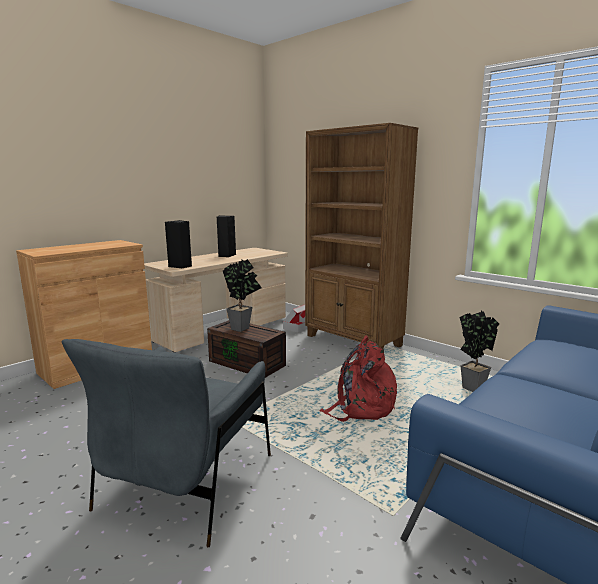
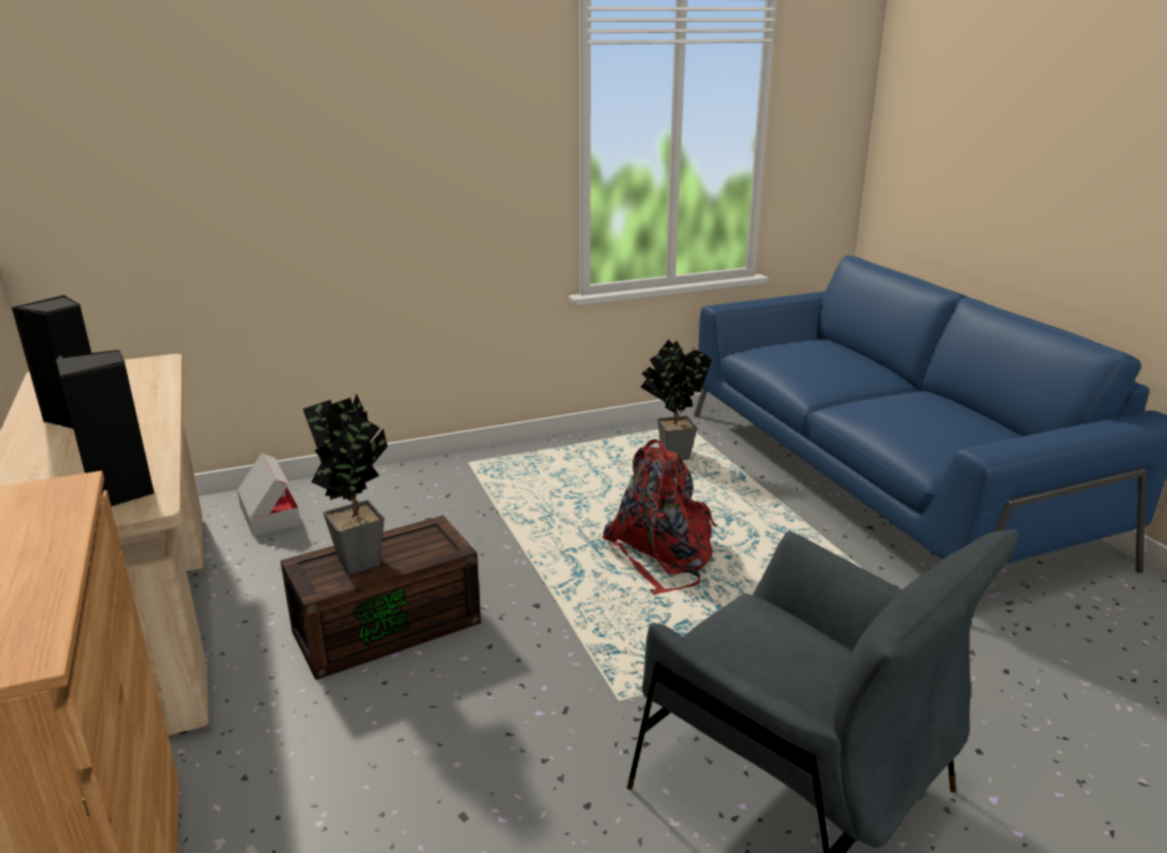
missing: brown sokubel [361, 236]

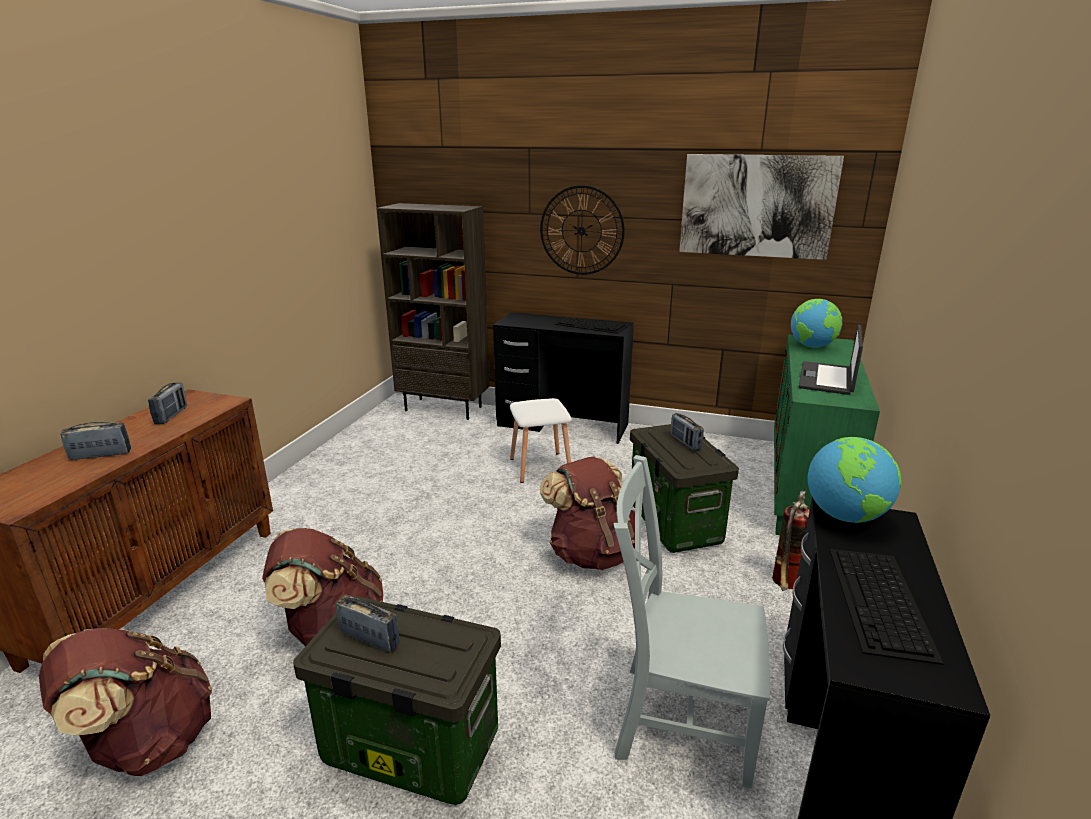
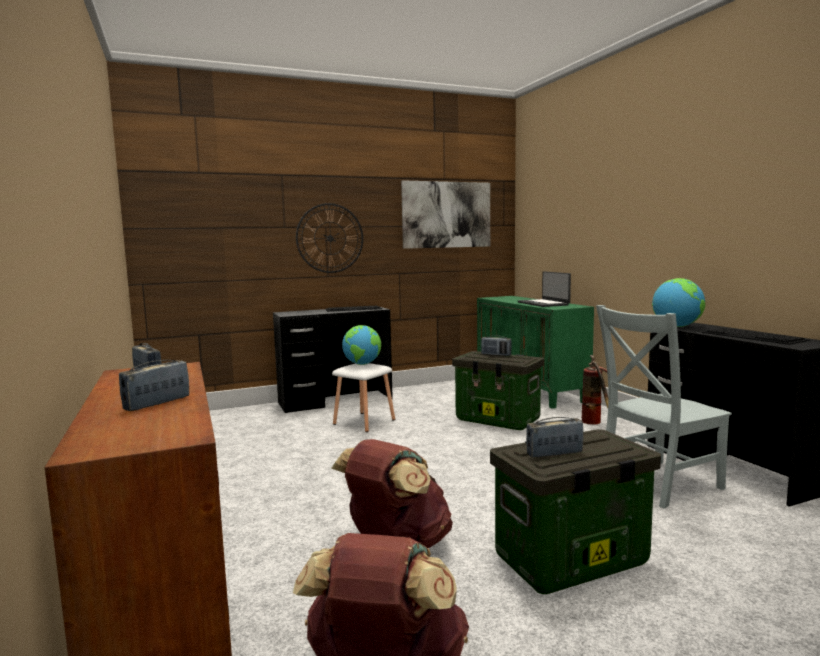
missing: brown sokubel [433, 311]; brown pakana [587, 513]
relocated: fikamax [816, 323] to [361, 345]

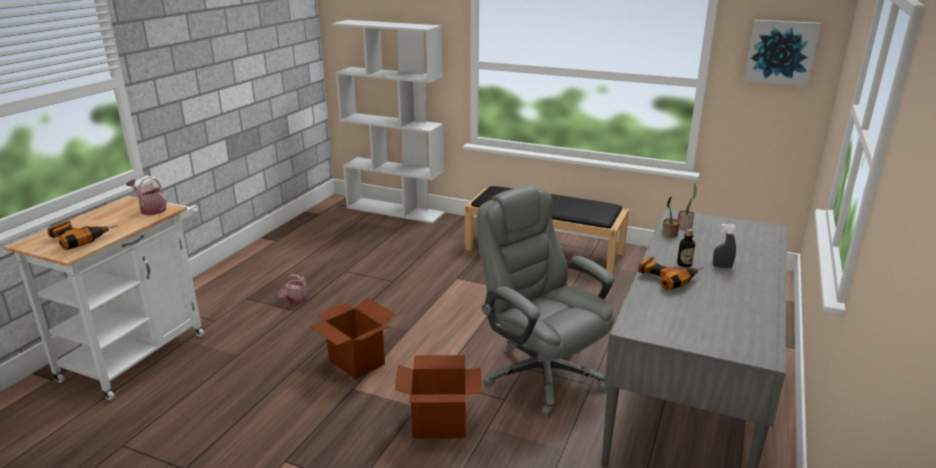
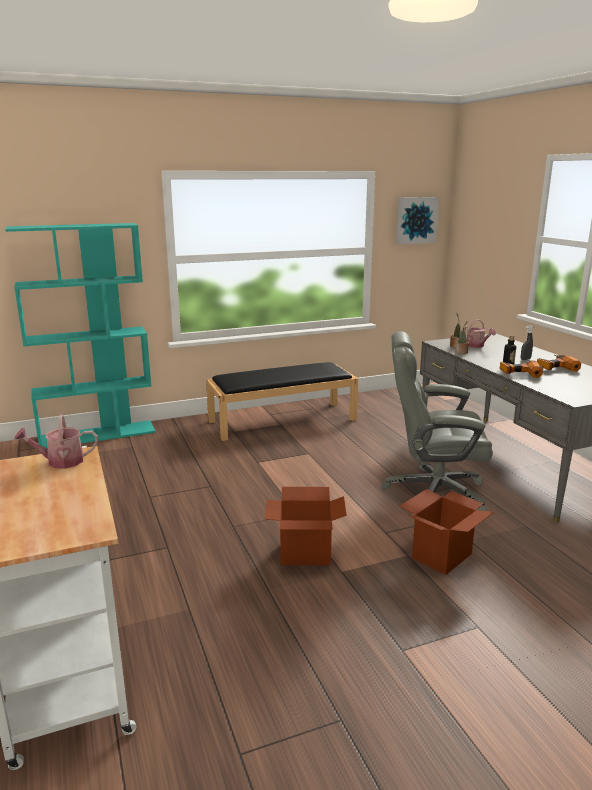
relocated: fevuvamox [82, 235] to [559, 363]; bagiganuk [292, 289] to [480, 334]
colour: white sokubel [388, 121] to turquoise sokubel [80, 335]

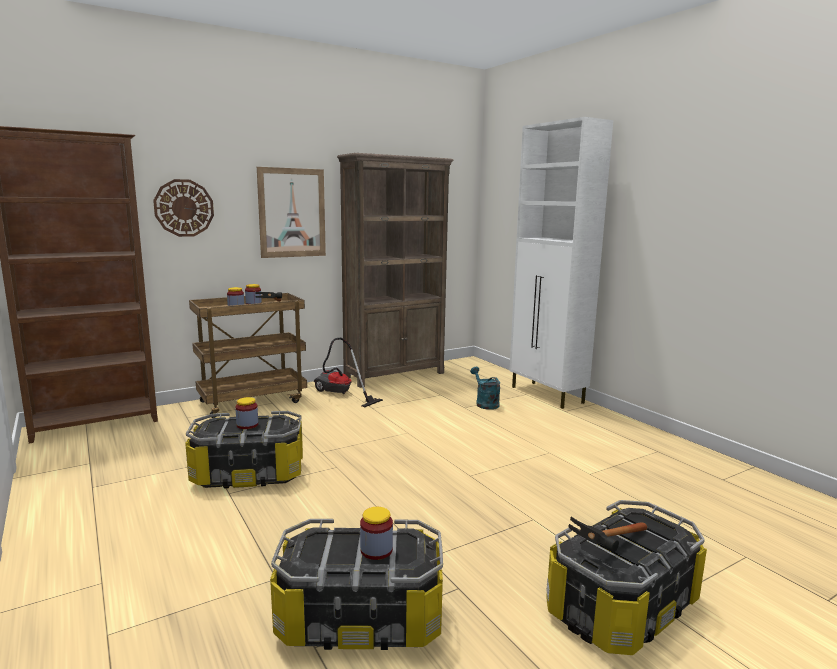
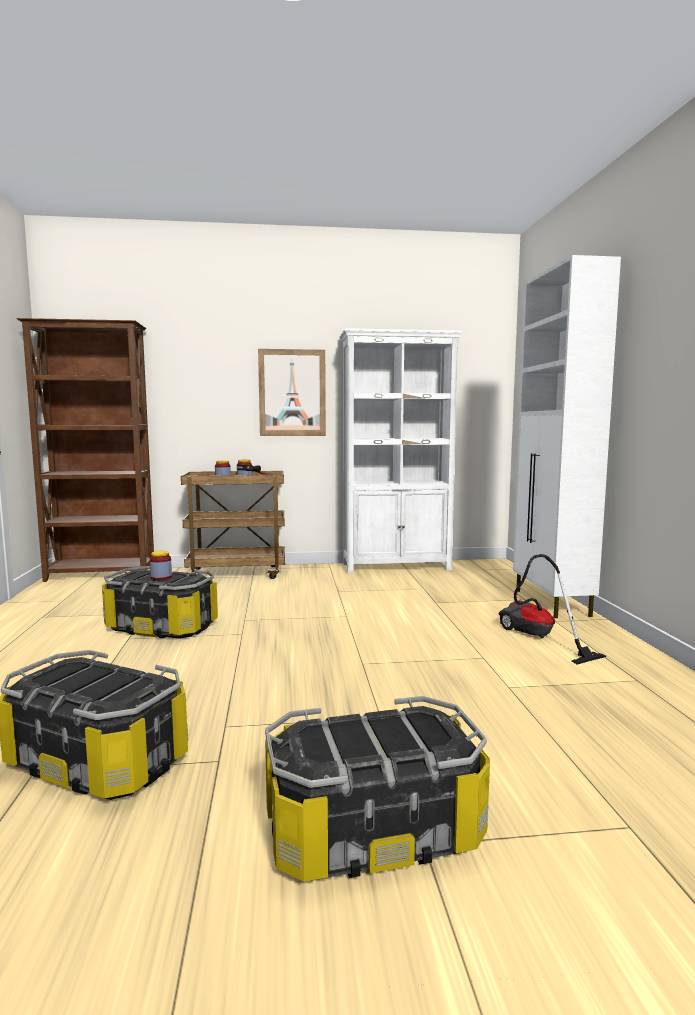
missing: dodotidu [183, 208]; turquoise bagiganuk [485, 388]; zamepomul [376, 533]; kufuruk [607, 534]
relocated: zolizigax [348, 372] to [552, 609]
colour: brown sokubel [395, 270] to white sokubel [401, 451]

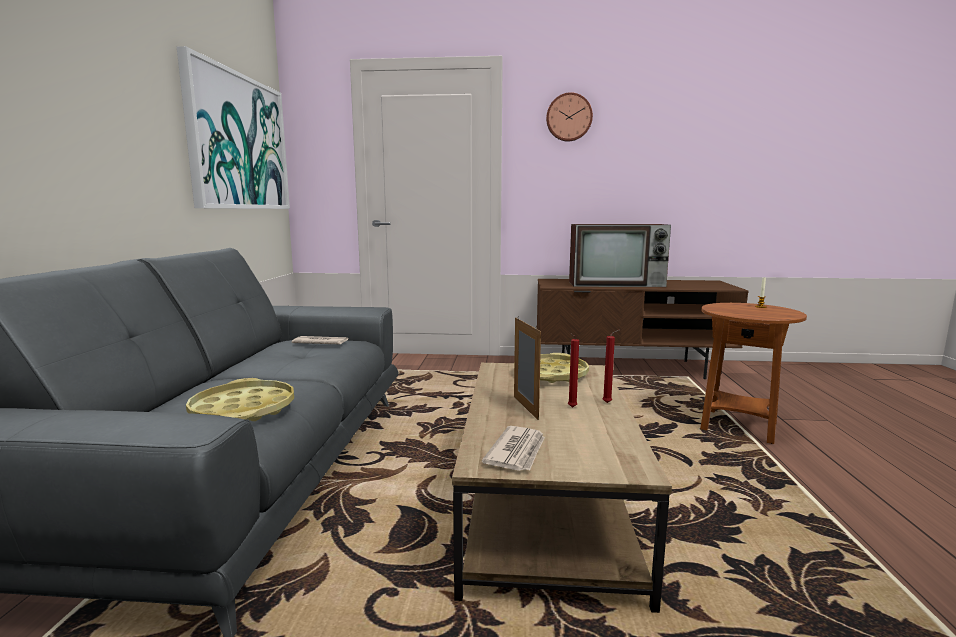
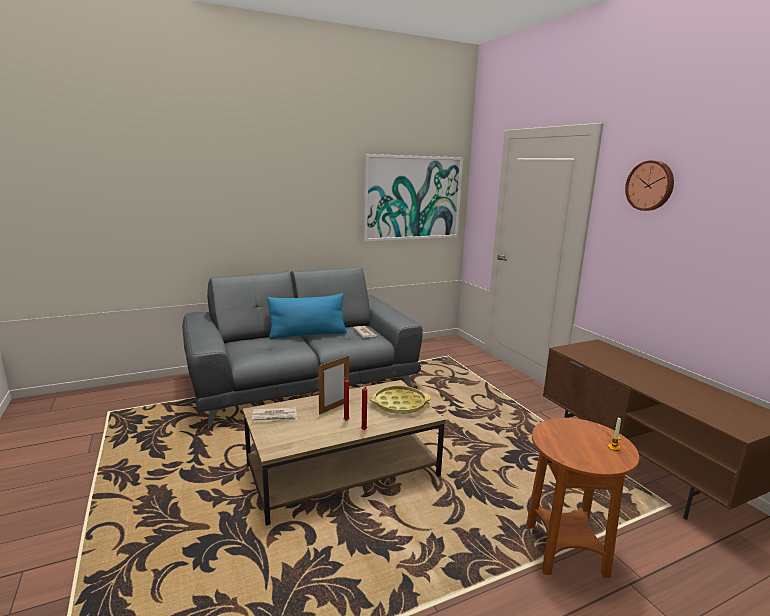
missing: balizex [620, 255]; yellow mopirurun [240, 399]
appeared: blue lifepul [307, 316]

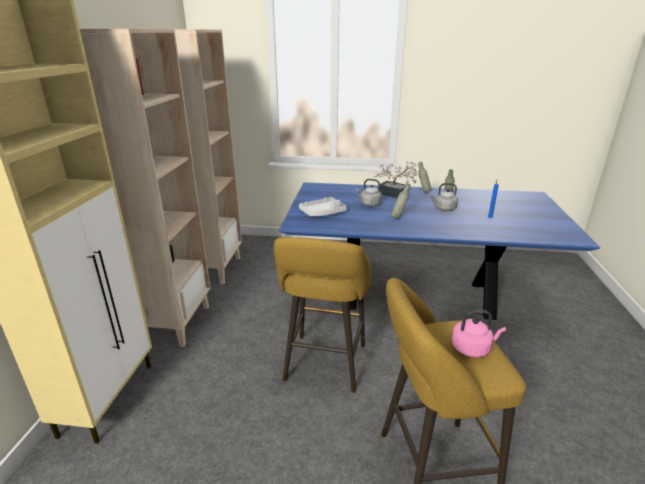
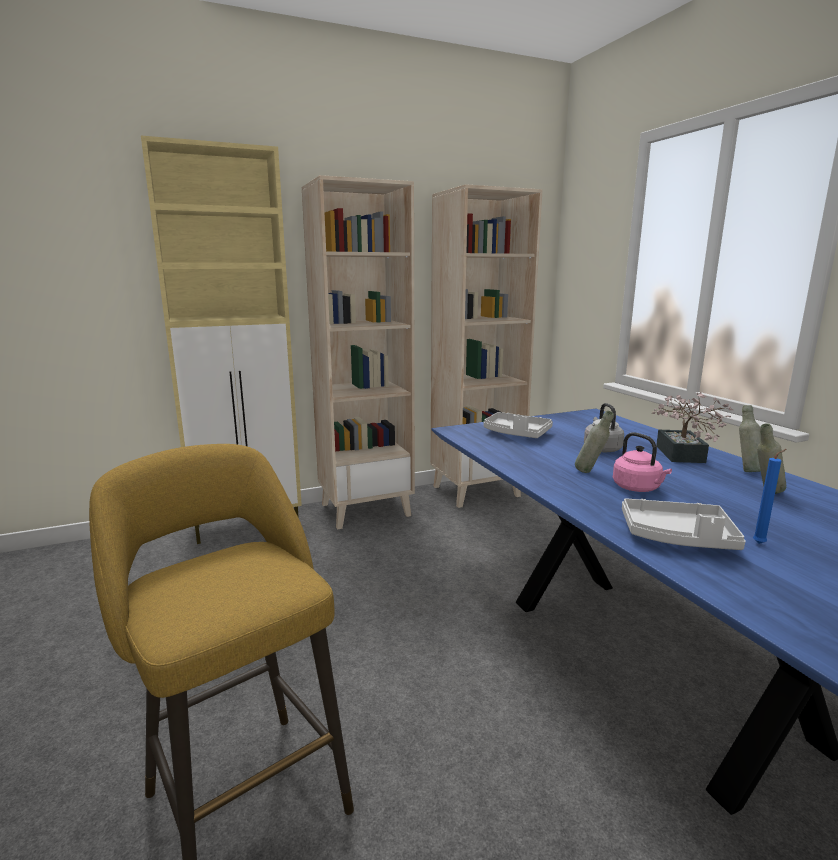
missing: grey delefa [443, 197]; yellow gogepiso [322, 315]
appeared: grey mopirurun [684, 524]
relocated: pink delefa [479, 333] to [642, 462]

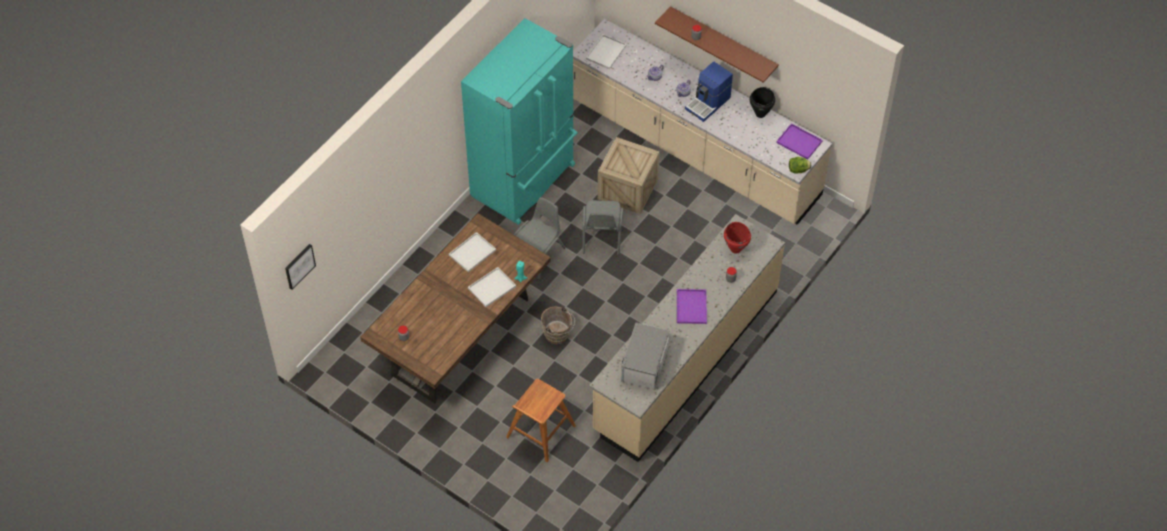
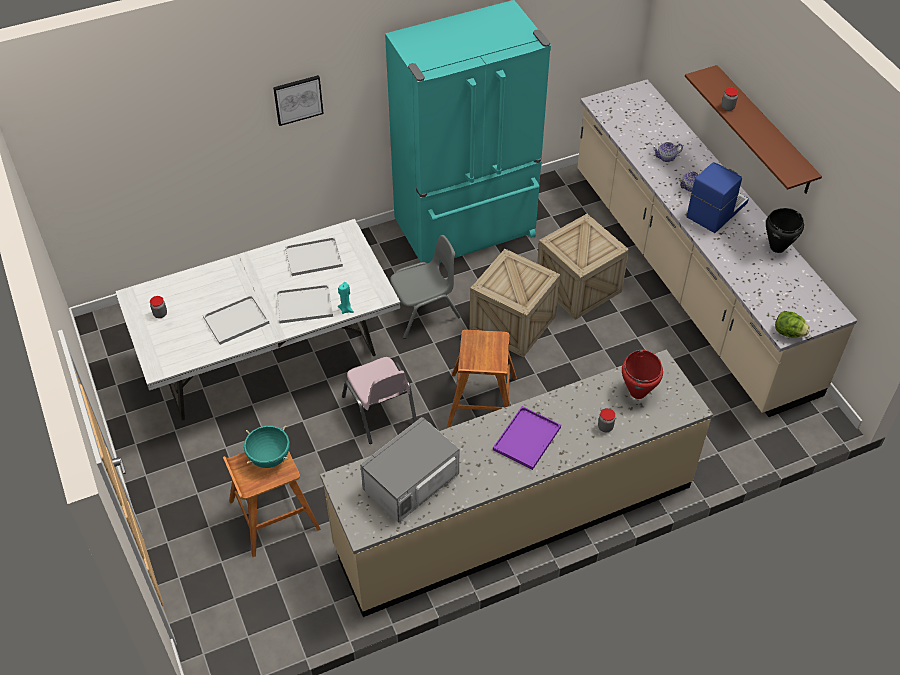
missing: purple mopirurun [799, 141]
appeared: brown gogepiso [482, 378]; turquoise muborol [267, 447]
relocated: white mopirurun [606, 51] to [236, 320]; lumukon [300, 267] to [298, 100]
exchanged: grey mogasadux [603, 227] to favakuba [515, 303]; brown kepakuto [558, 325] to pink mogasadux [379, 400]
colour: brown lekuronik [455, 308] to white lekuronik [258, 319]
spun: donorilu [709, 92] = [717, 197] 150 degrees clockwise

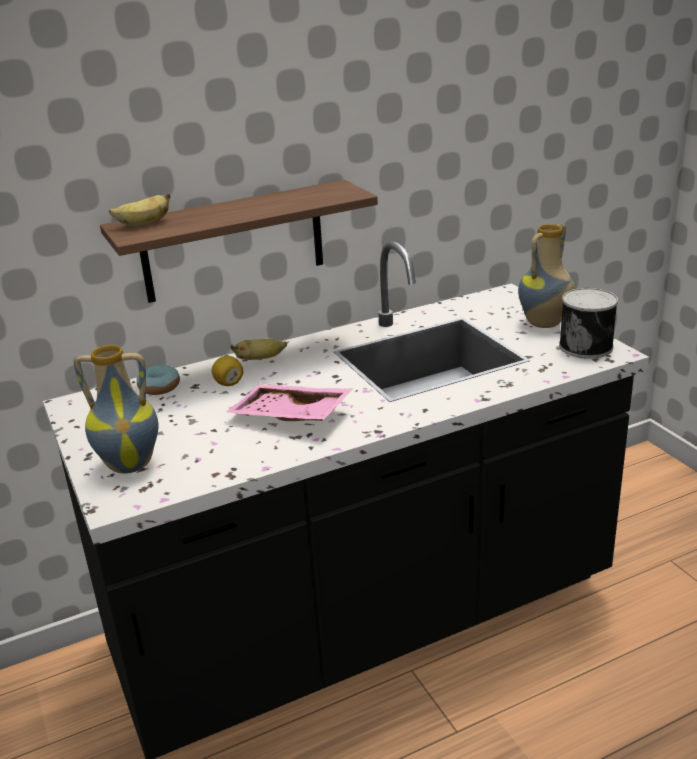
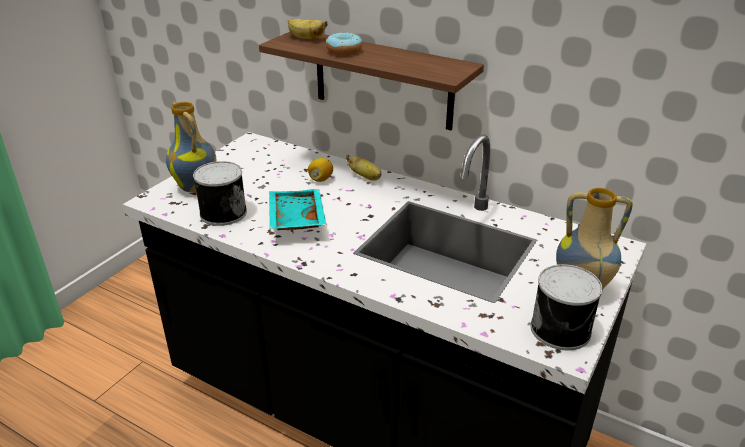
appeared: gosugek [220, 193]
relocated: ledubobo [158, 379] to [344, 43]
colour: pink mopirurun [289, 402] to turquoise mopirurun [297, 209]

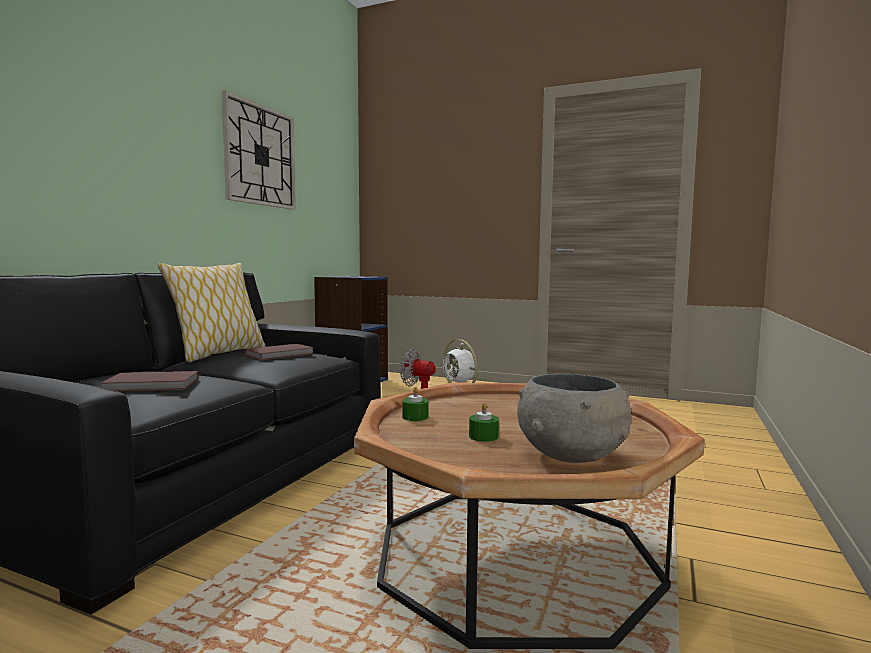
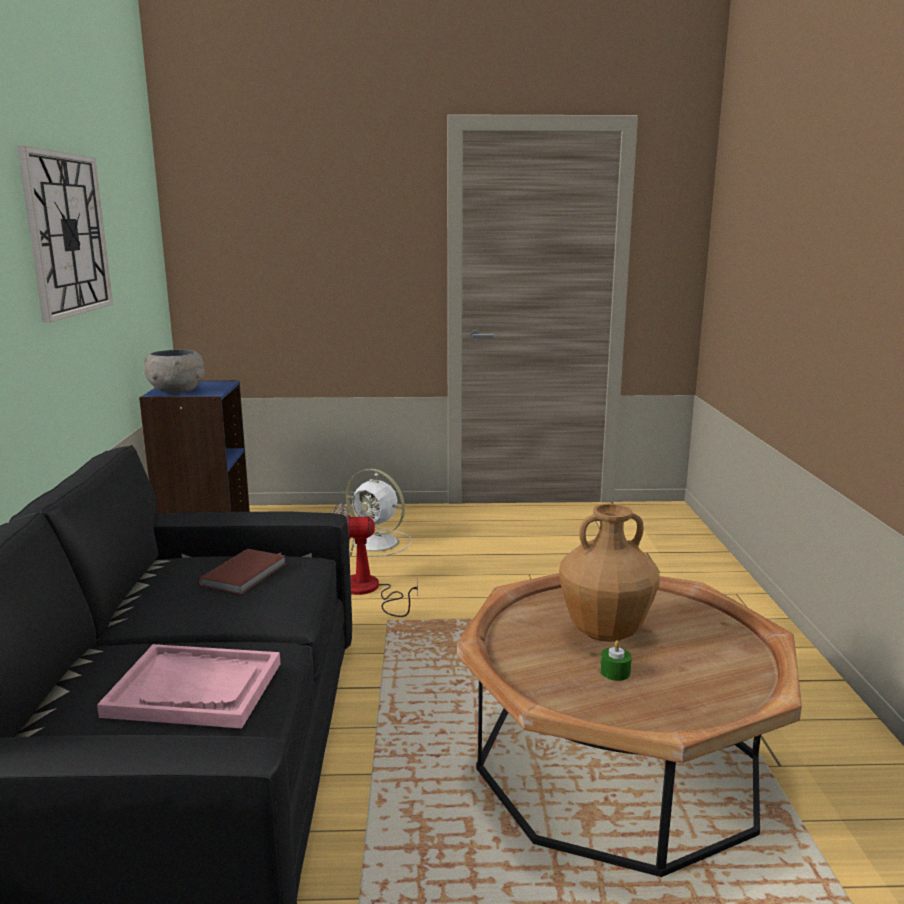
missing: lifepul [212, 312]; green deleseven [415, 403]
appeared: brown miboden [609, 573]
relocated: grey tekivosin [574, 418] to [174, 372]
exchanged: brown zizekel [150, 381] to pink mopirurun [189, 686]

